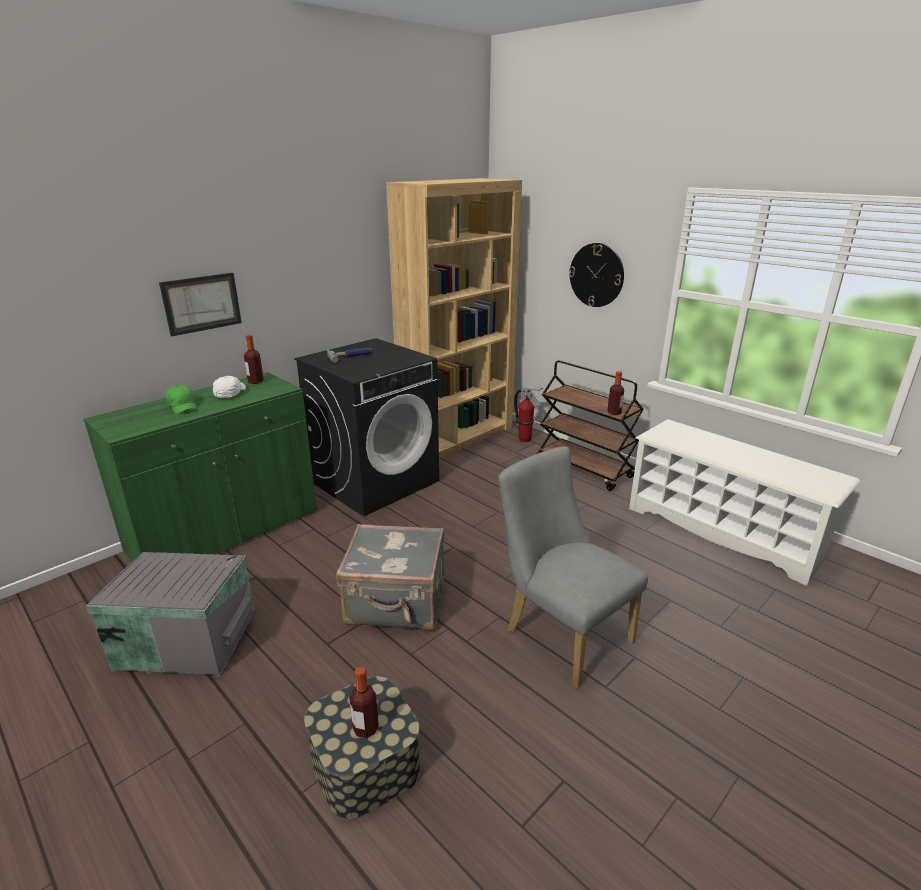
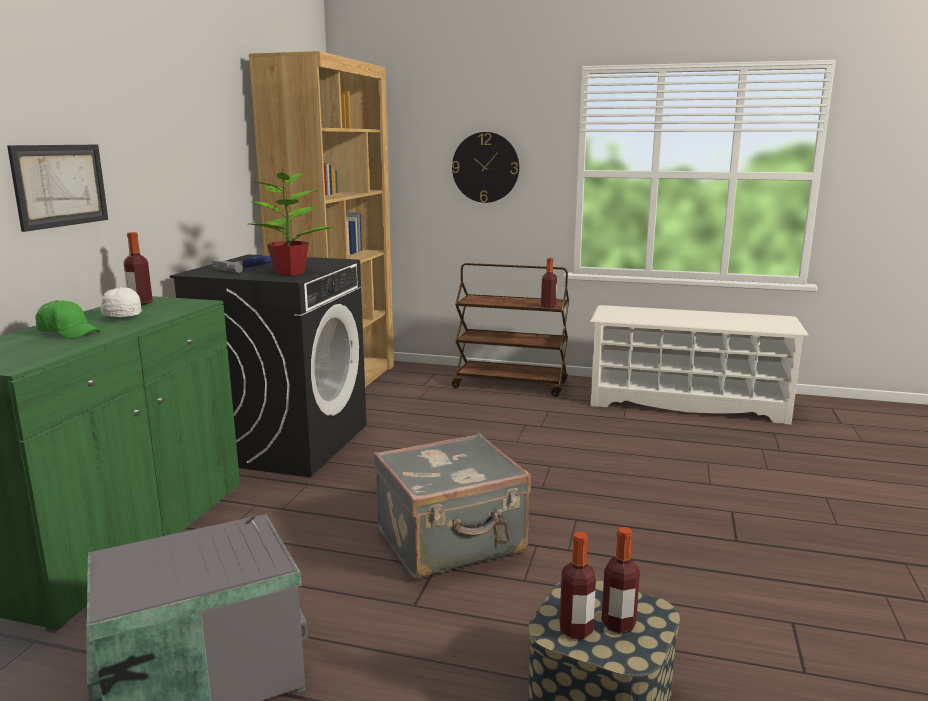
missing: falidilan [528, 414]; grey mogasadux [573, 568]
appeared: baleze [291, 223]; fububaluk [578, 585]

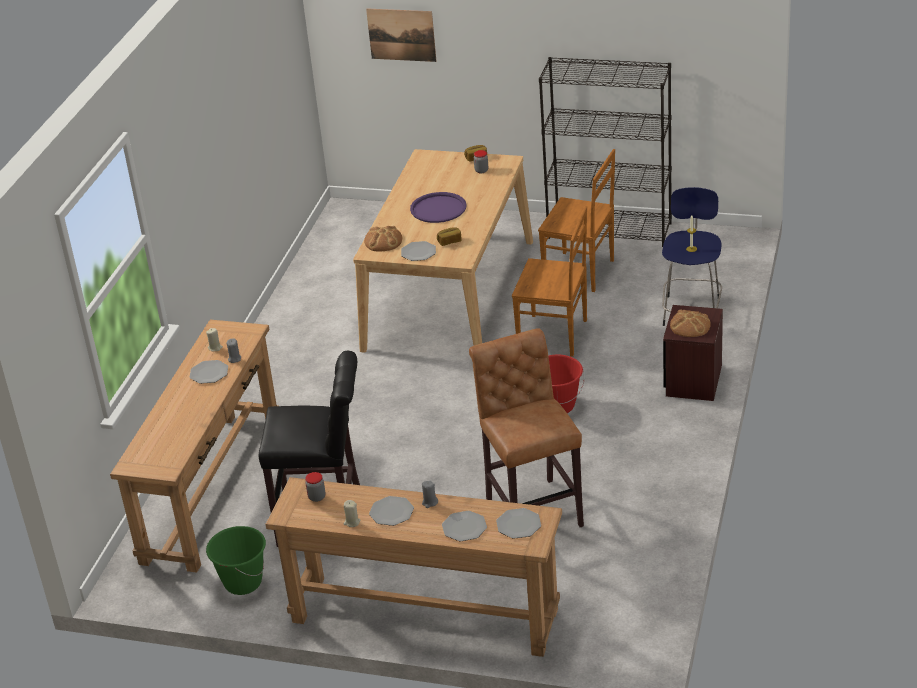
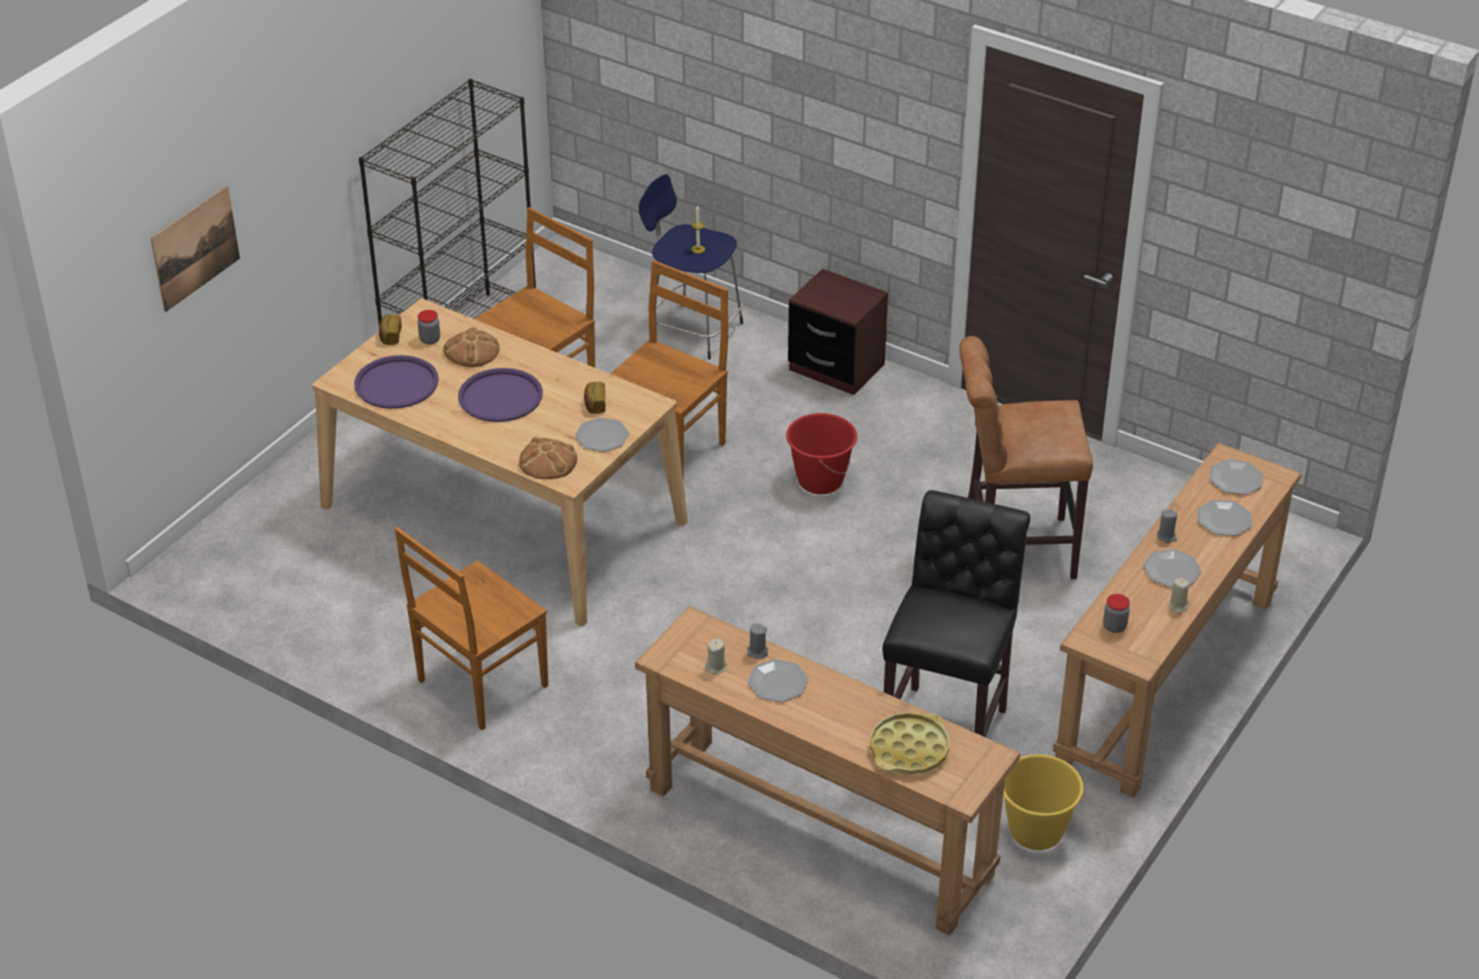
appeared: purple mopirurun [396, 382]; brown mogasadux [471, 628]; yellow mopirurun [910, 743]
relocated: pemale [690, 323] to [471, 347]
colour: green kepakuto [236, 560] to yellow kepakuto [1044, 802]

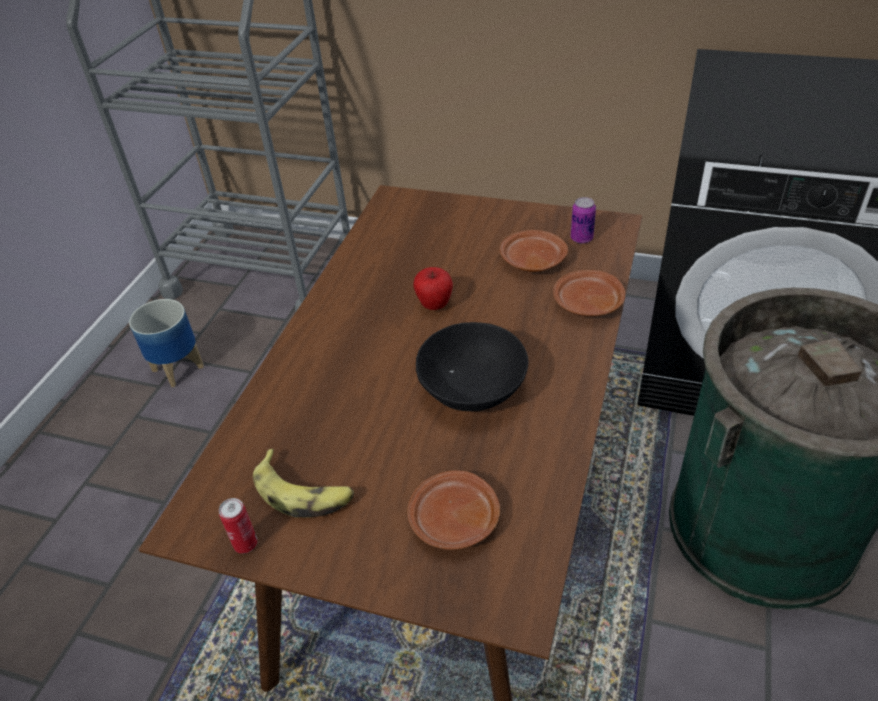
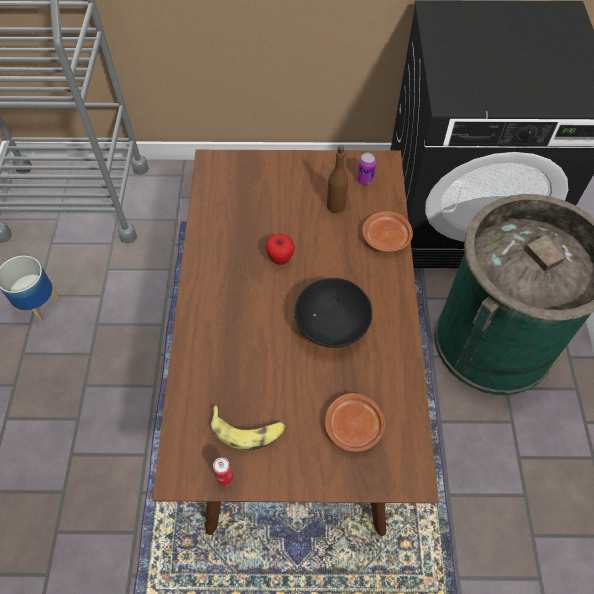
exchanged: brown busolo [534, 251] to brown fububaluk [337, 179]

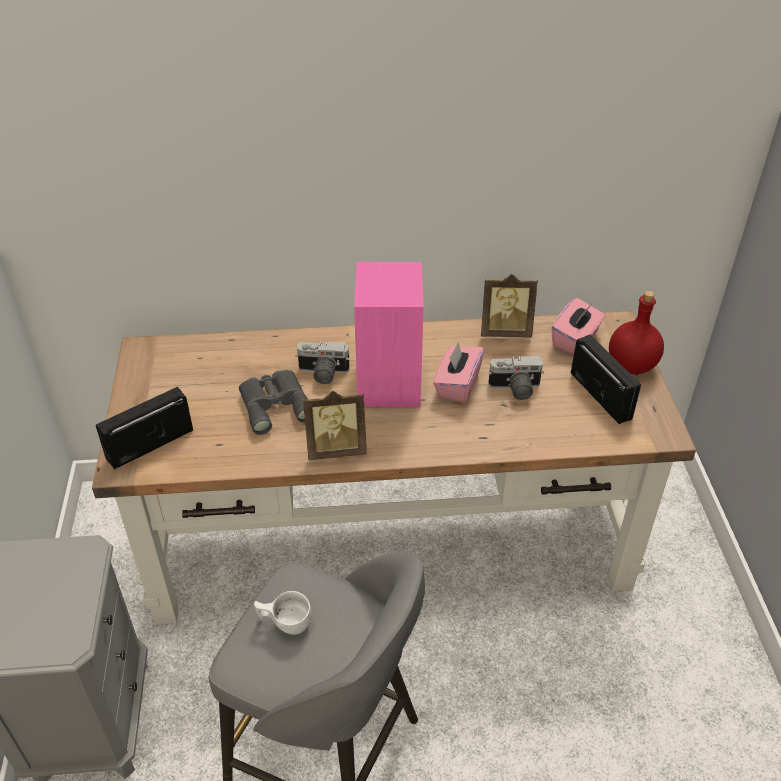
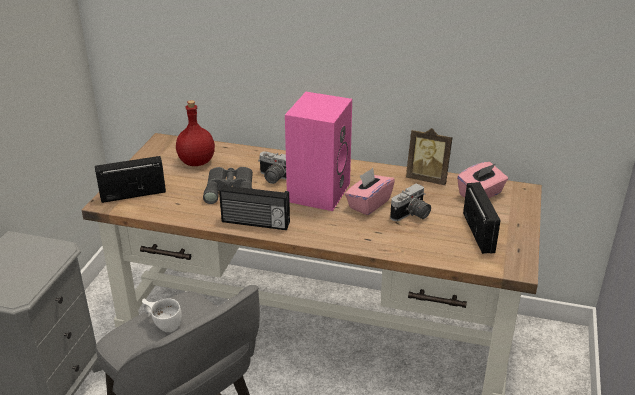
relocated: red fububaluk [636, 333] to [195, 133]
exchanged: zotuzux [335, 425] to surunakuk [254, 207]
spun: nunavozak [516, 378] = [410, 202] 60 degrees counterclockwise

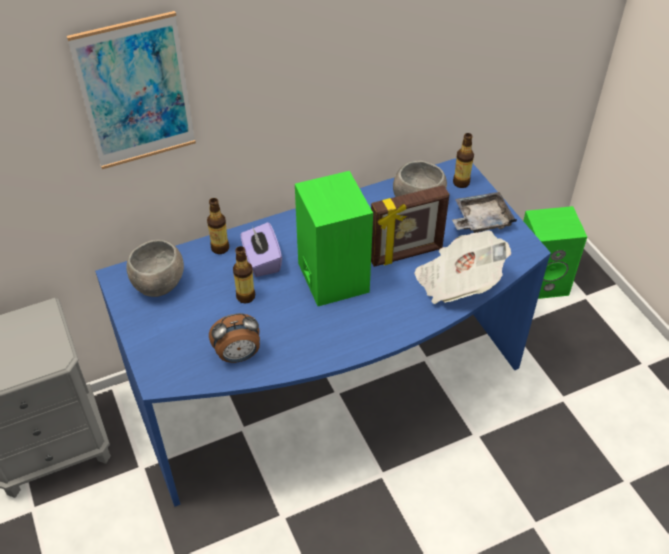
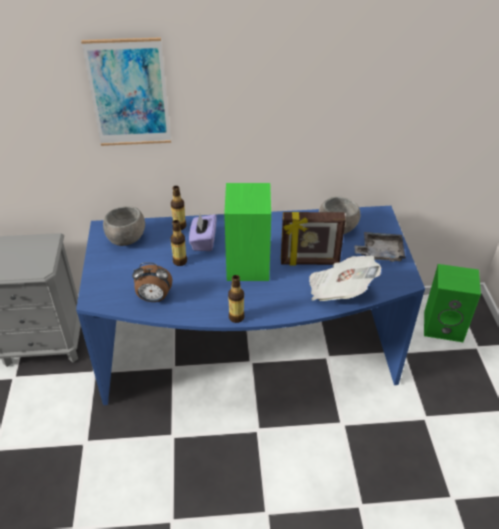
relocated: fububaluk [463, 160] to [236, 299]

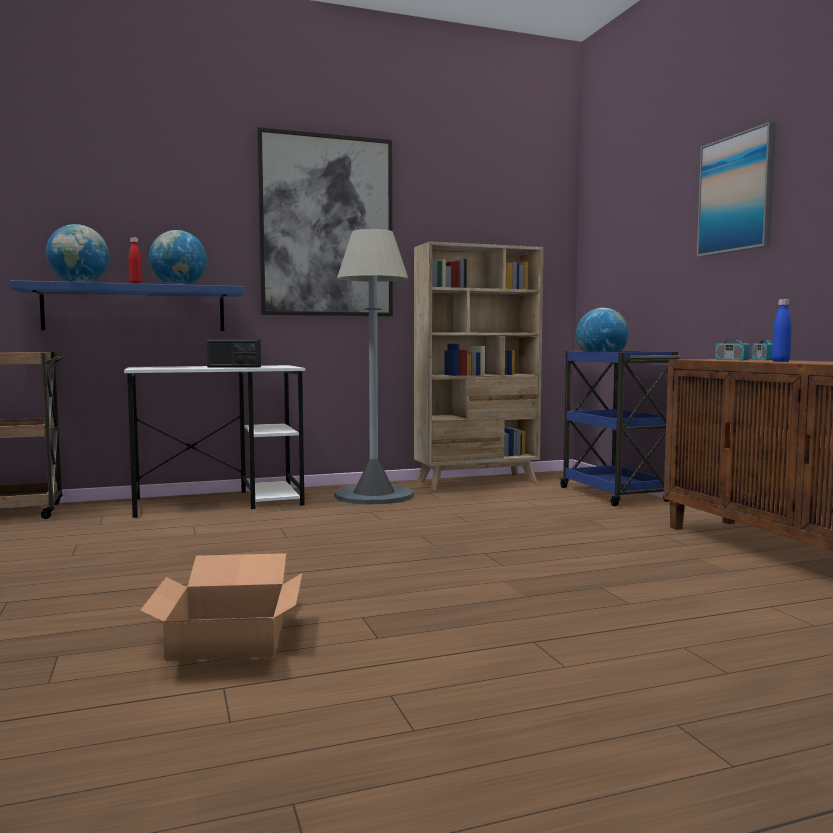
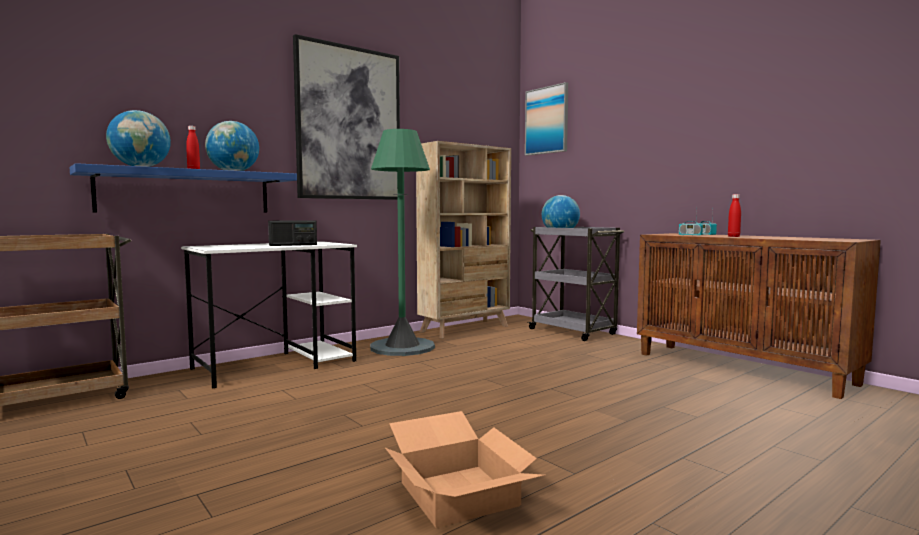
relocated: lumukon [736, 189] to [546, 119]
colour: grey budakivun [374, 367] to green budakivun [402, 242]; blue fububaluk [782, 330] to red fububaluk [734, 215]; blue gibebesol [620, 428] to grey gibebesol [576, 284]

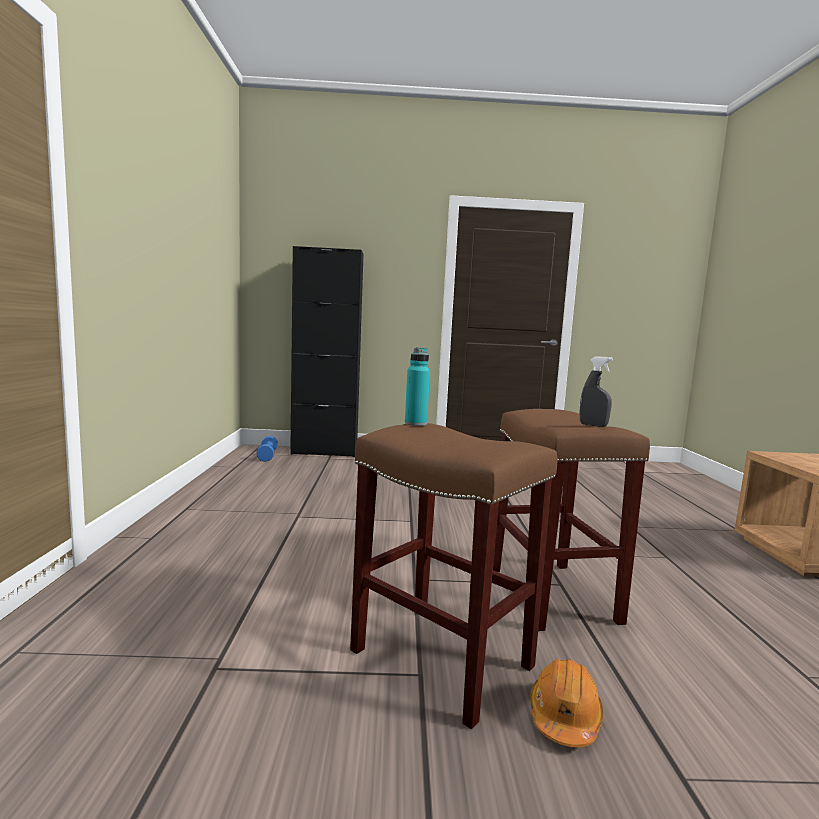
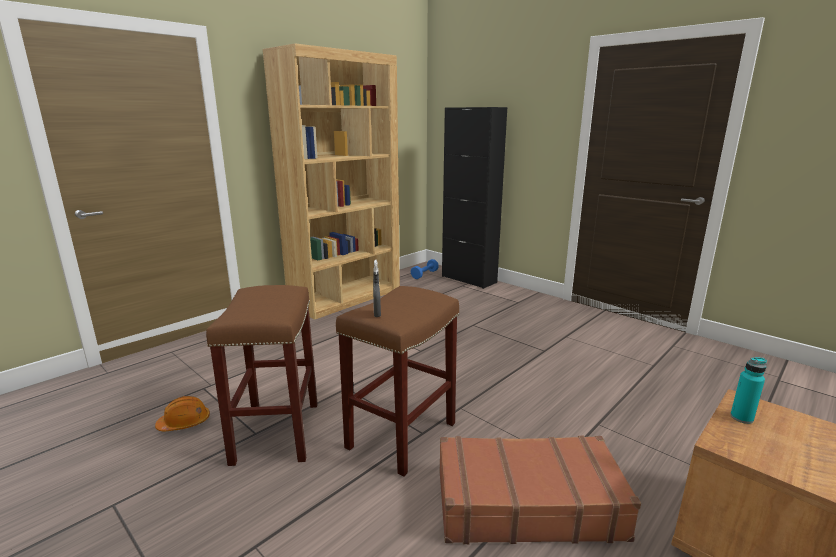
appeared: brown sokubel [331, 181]; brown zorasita [540, 489]
relocated: turquoise fububaluk [417, 387] to [748, 390]; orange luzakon [567, 703] to [182, 413]

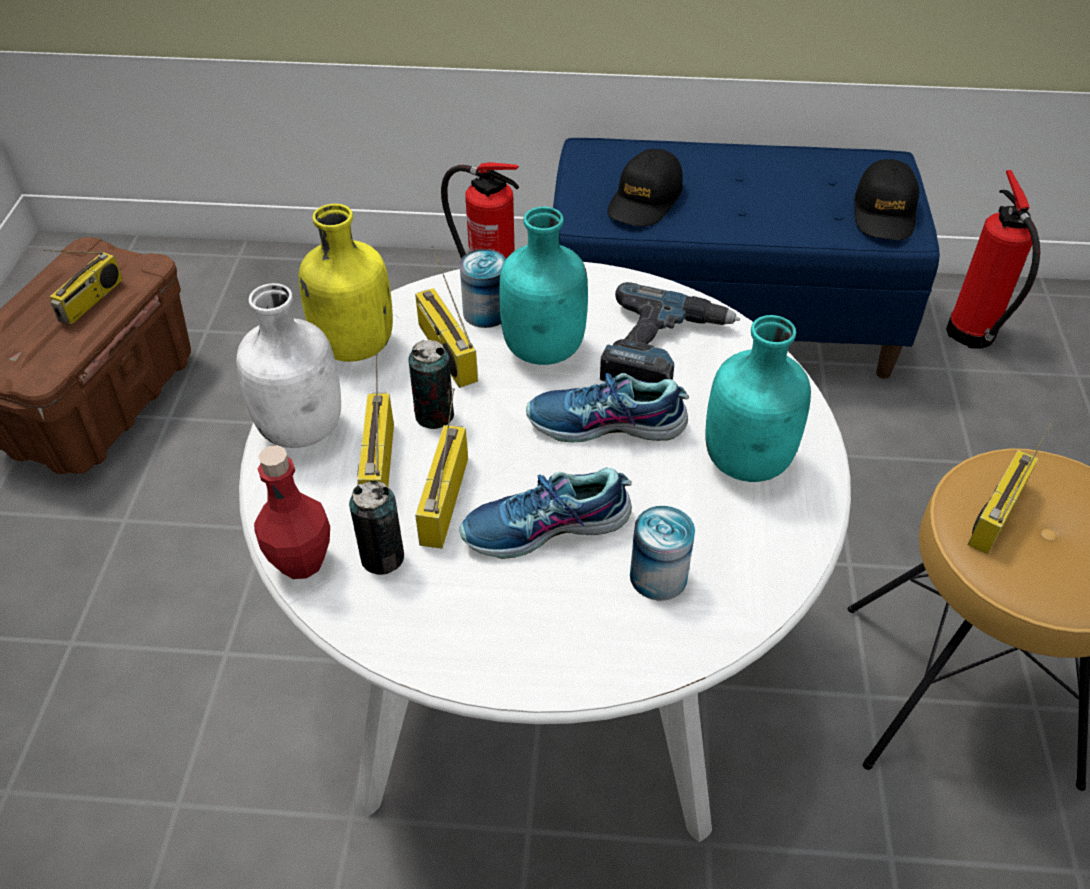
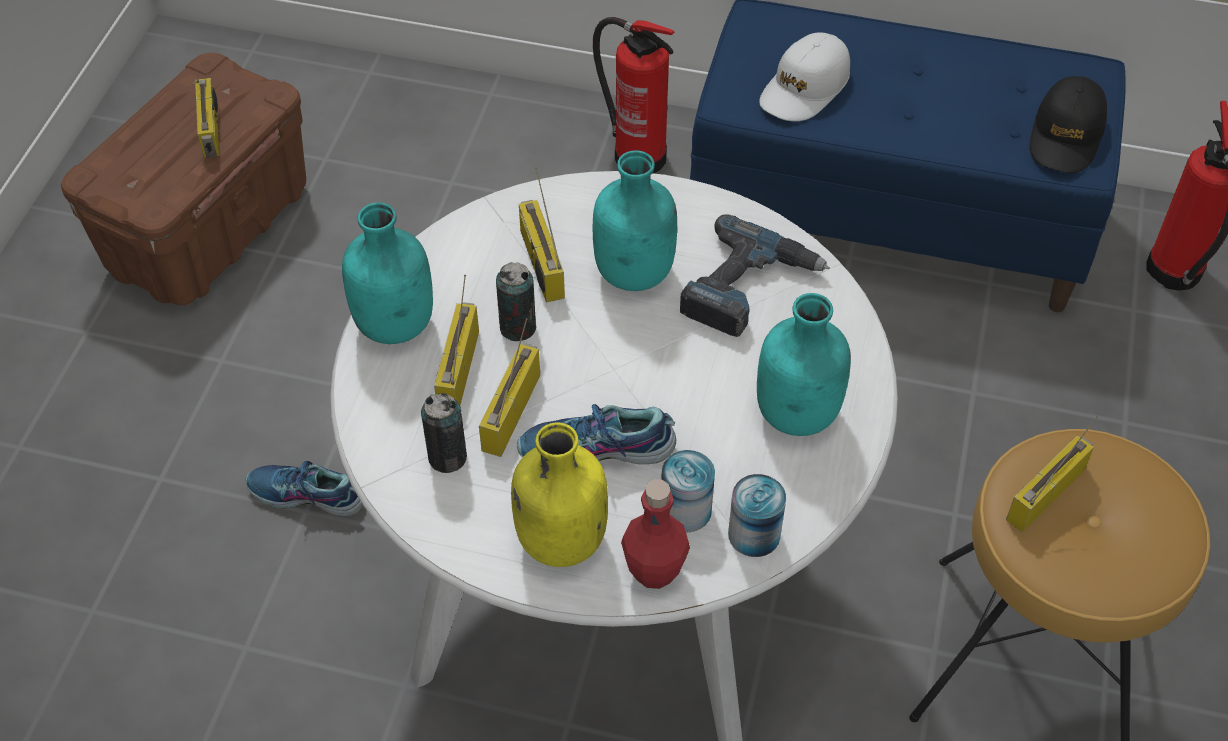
relocated: yellow fububaluk [346, 283] to [559, 494]; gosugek [483, 288] to [757, 515]; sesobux [607, 407] to [304, 489]; red fububaluk [292, 512] to [655, 534]
colour: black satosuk [645, 187] to white satosuk [804, 76]; white fububaluk [288, 365] to turquoise fububaluk [387, 273]
spun: surunakuk [83, 287] = [204, 118] 45 degrees counterclockwise

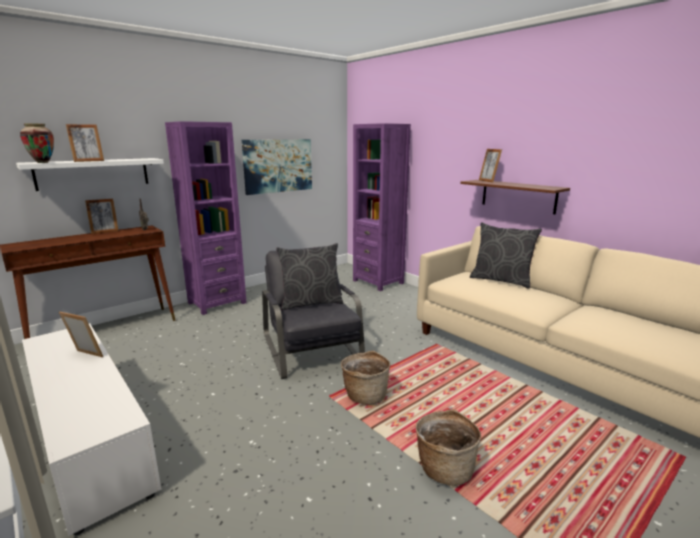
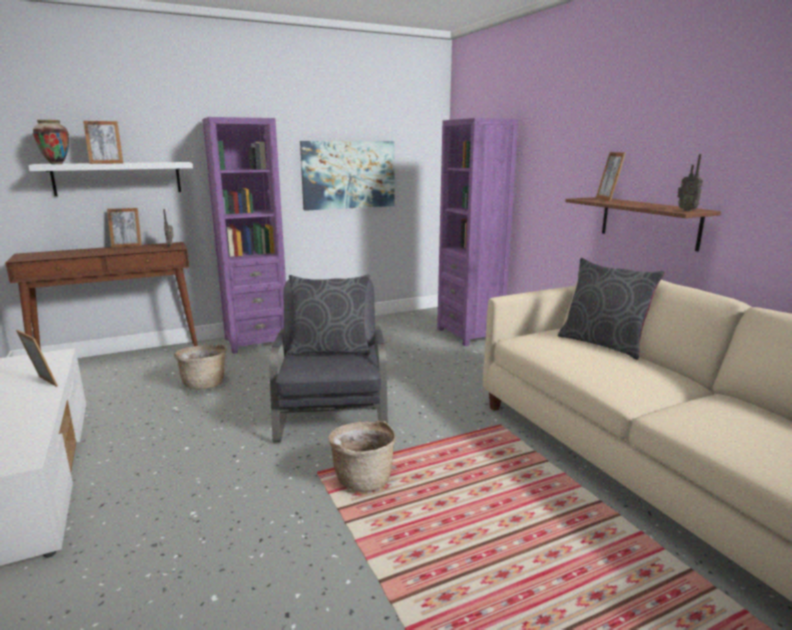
appeared: surunakuk [690, 182]
relocated: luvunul [448, 447] to [200, 367]

